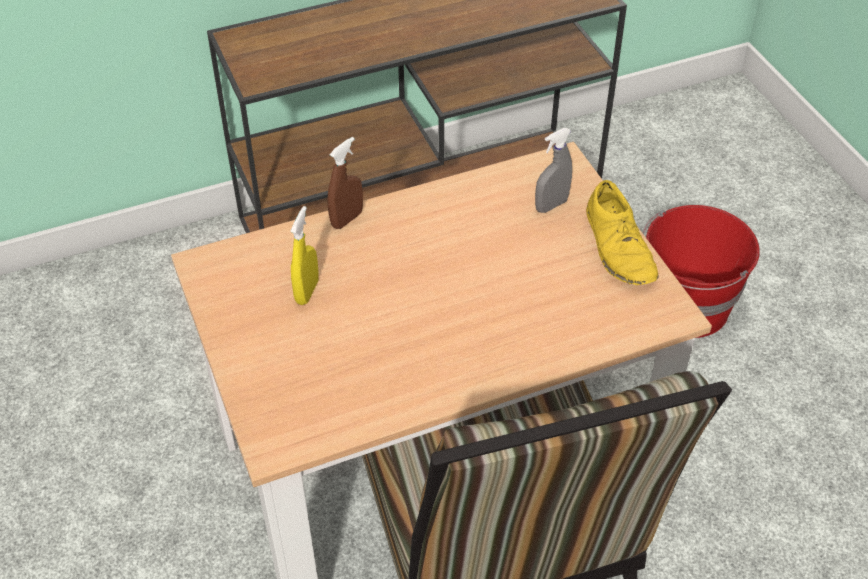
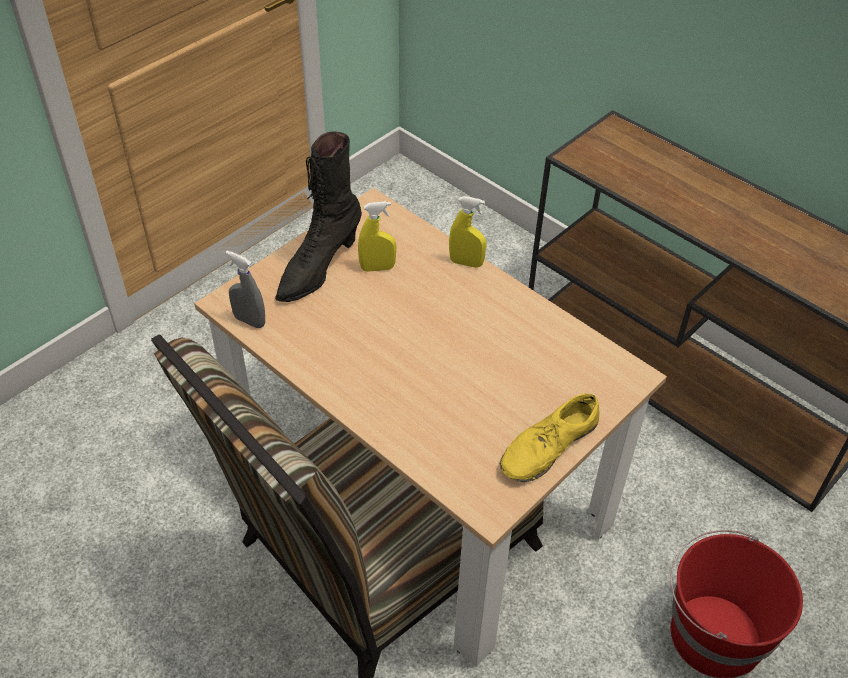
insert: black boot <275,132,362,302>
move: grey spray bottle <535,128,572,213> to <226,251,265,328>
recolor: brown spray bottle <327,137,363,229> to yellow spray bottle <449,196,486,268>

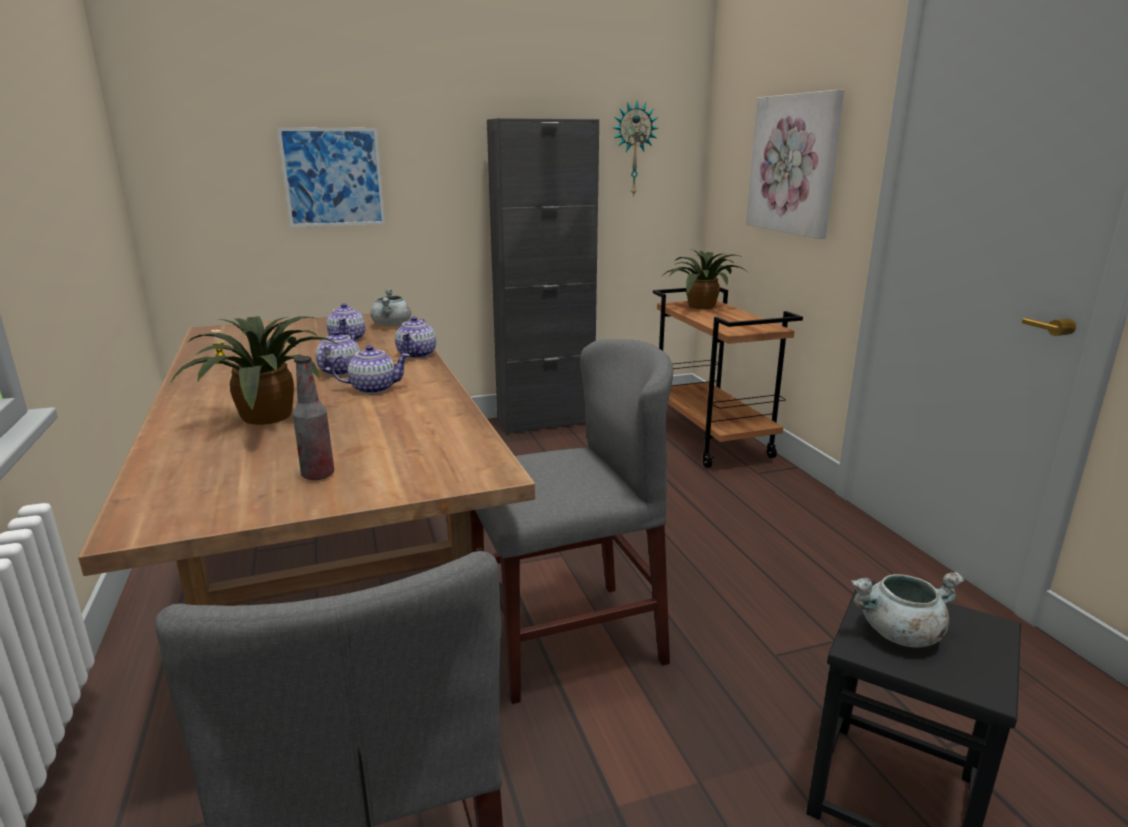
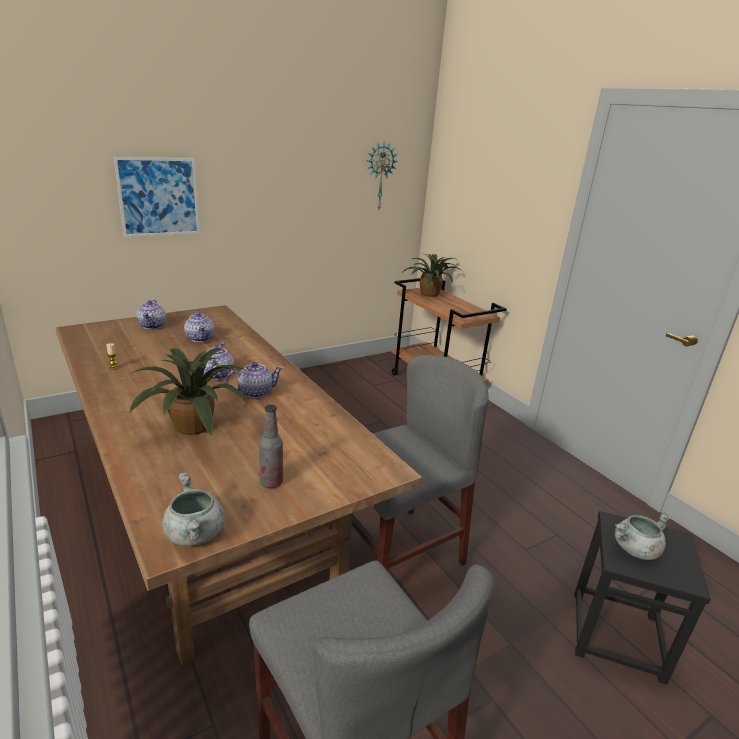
delete: black cabinet <487,118,599,434>; picture <746,90,845,239>
move: grey cooking pot <370,288,411,326> to <162,472,225,546>; teapot <395,316,436,359> to <136,300,166,329>

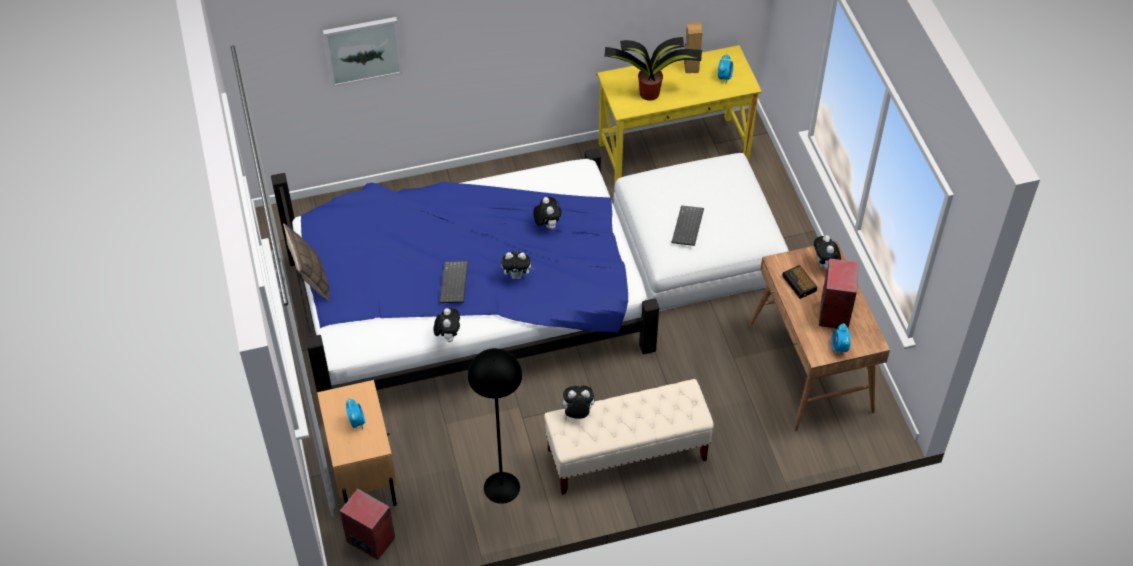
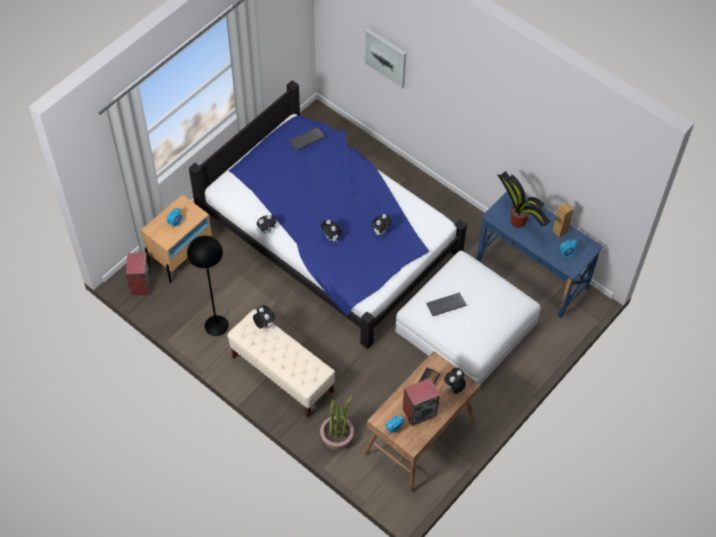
delete: pillow <283,223,330,301>
insert: potted plant <320,396,354,450>
move: keyboard <440,261,468,303> to <289,127,326,151>
recolor: yellow desk <597,45,762,184> to blue desk <477,191,604,318>

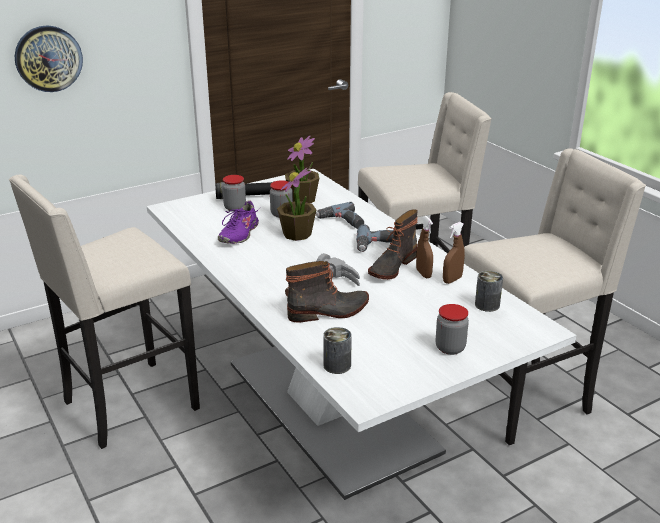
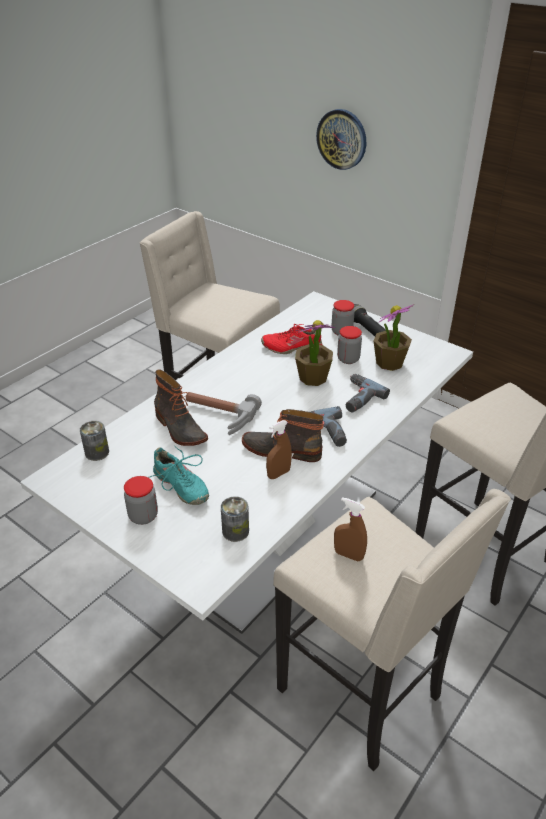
insert: turquoise shoe <148,445,209,505>
move: brown spray bottle <443,222,465,284> to <334,497,367,562>
recolor: purple shoe <218,200,260,244> to red shoe <261,324,323,354>

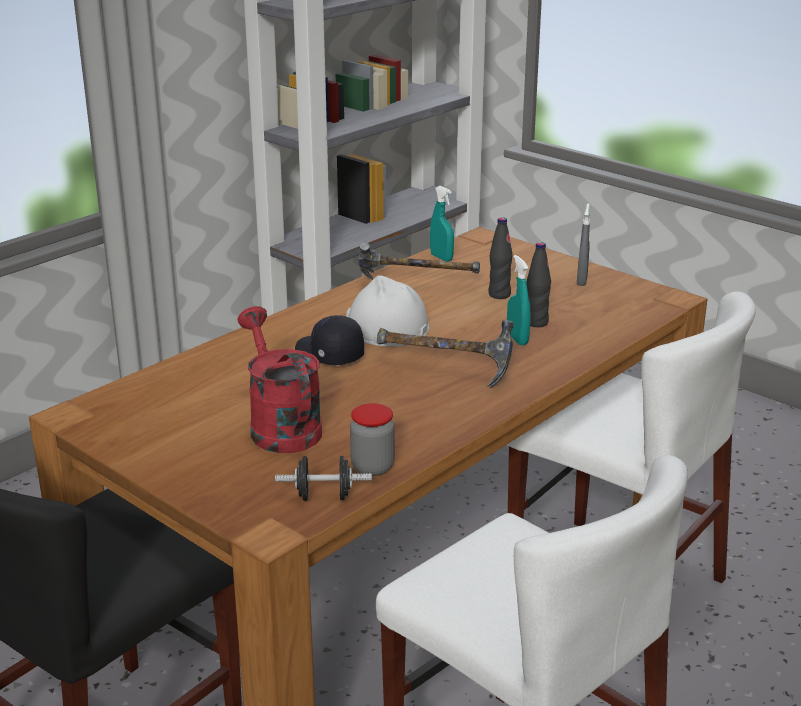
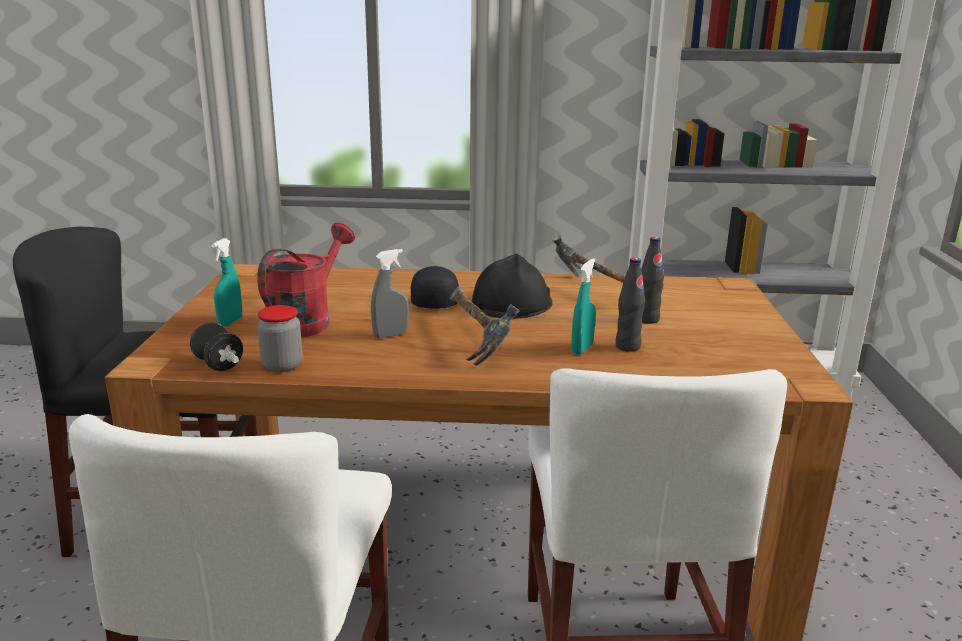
move: turquoise spray bottle <430,186,454,262> to <212,238,242,327>; grey spray bottle <577,203,590,286> to <371,249,409,339>
recolor: white hard hat <346,275,429,347> to black hard hat <472,254,553,319>

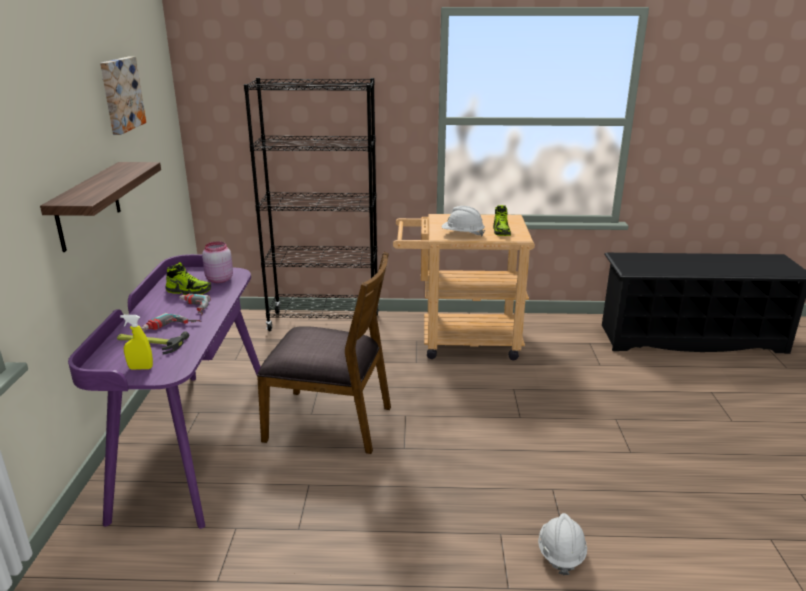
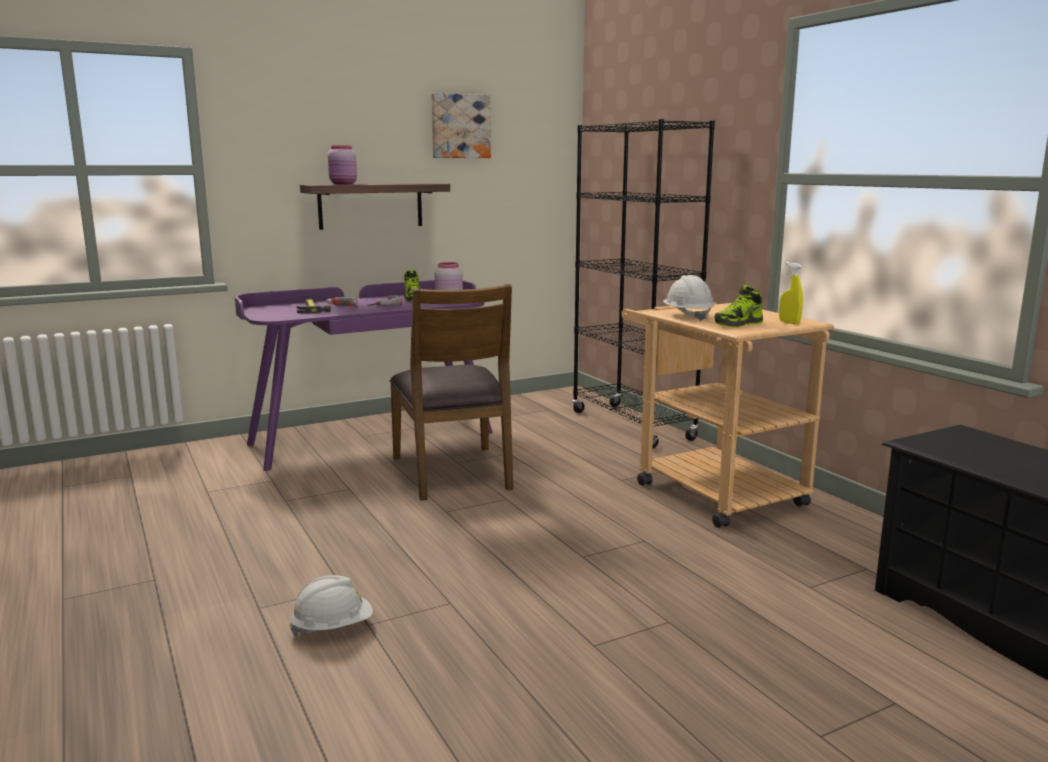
insert: pink jar <328,145,357,184>
move: yellow spray bottle <120,315,153,370> to <779,262,803,324>

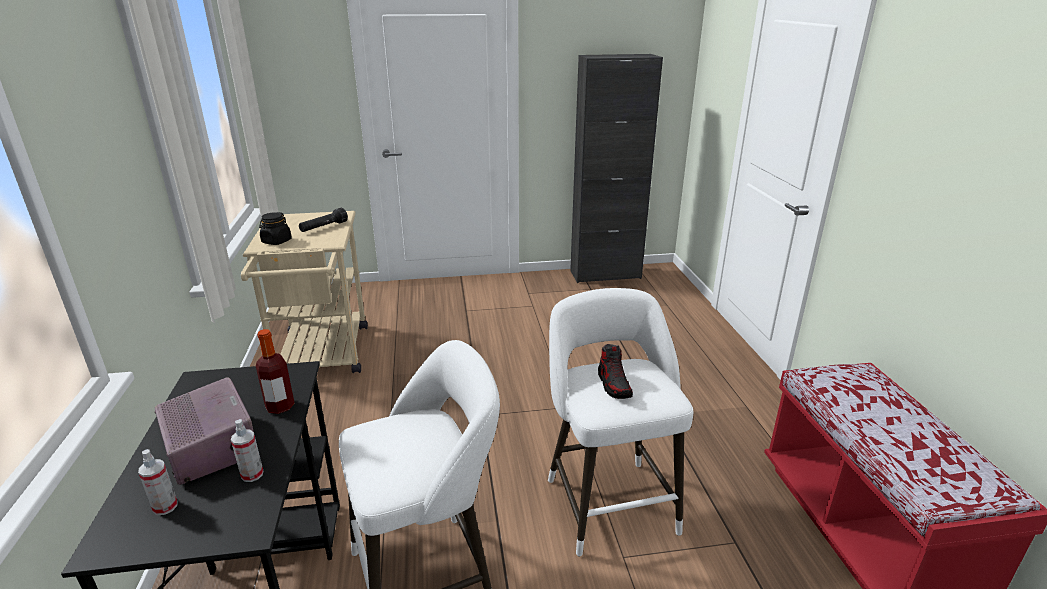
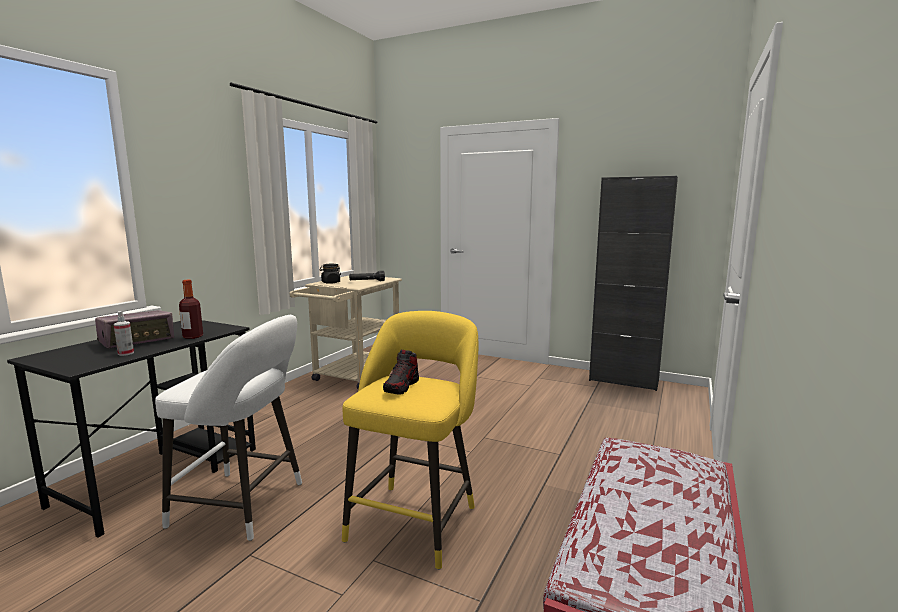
delete: spray bottle <138,449,178,515>
recolor: white stool <548,288,693,557> to yellow stool <342,311,478,570>
rotate: radio <155,378,254,485> = <95,310,174,349> 45 degrees clockwise

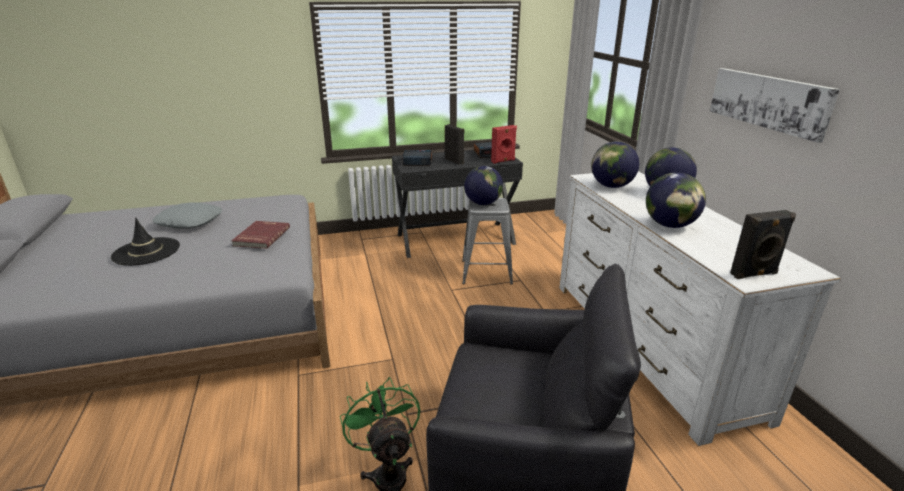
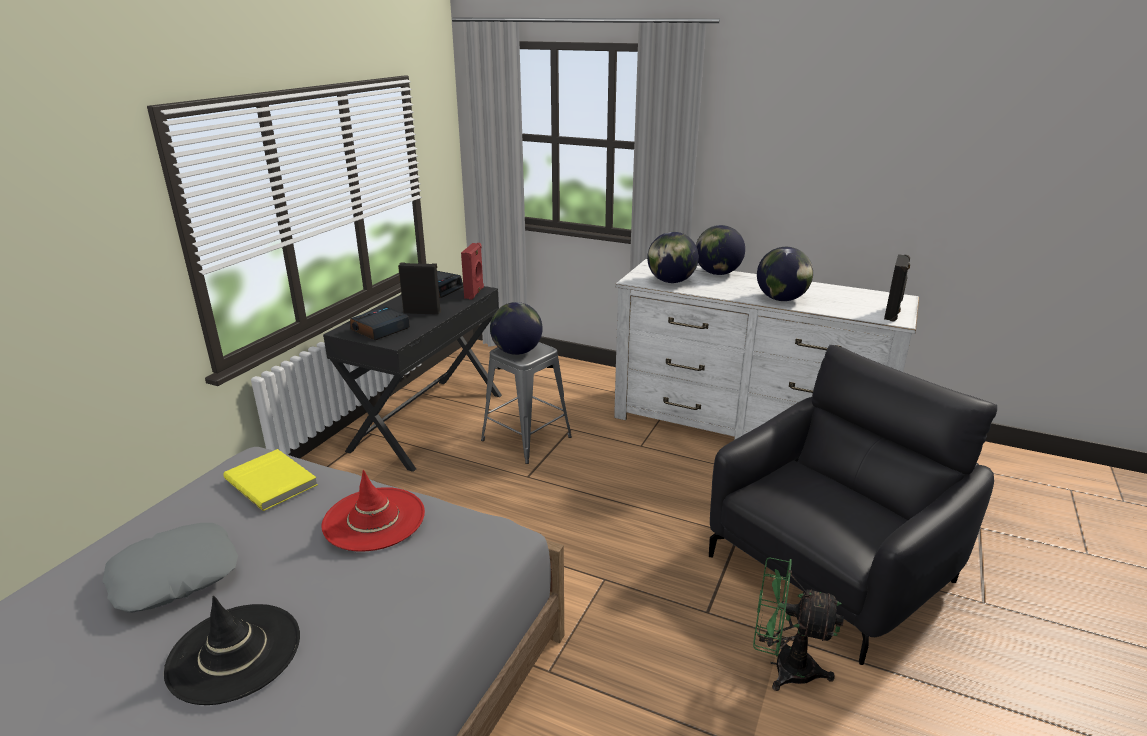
delete: picture <710,68,840,143>
insert: yellow book <223,449,318,511>
replace: red book <231,221,290,249> to red hat <322,470,425,552>

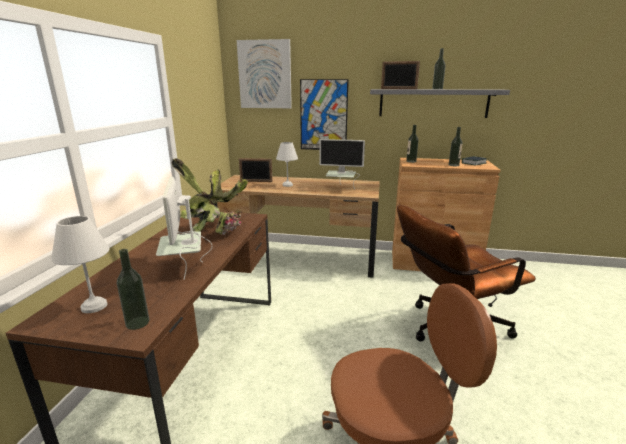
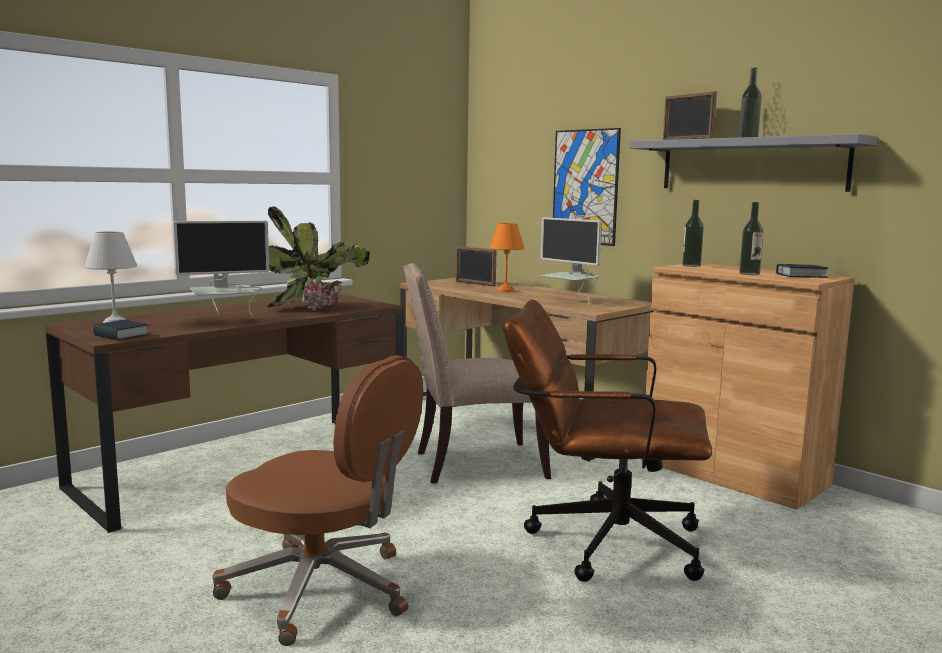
delete: picture <237,39,292,108>
insert: beige chair <403,263,551,484>
replace: bottle <117,249,150,330> to book <93,320,149,341>
recolor: white table lamp <276,142,298,187> to orange table lamp <490,223,524,292>
rotate: monitor <156,176,213,280> = <173,220,269,319> 135 degrees counterclockwise

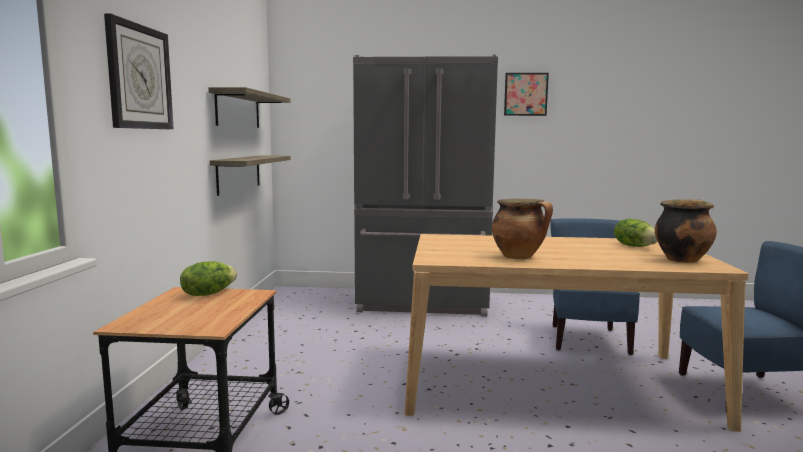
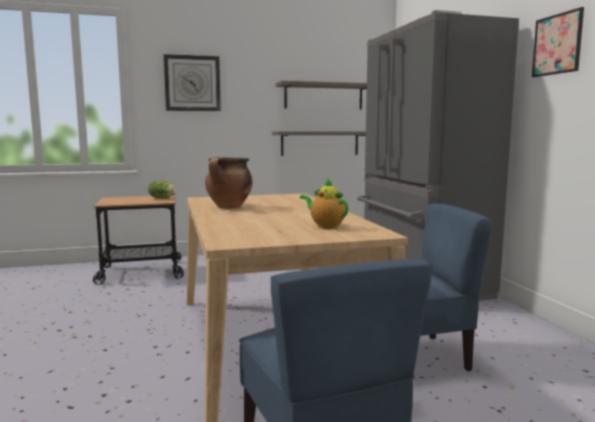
delete: cooking pot <655,199,716,263>
replace: lettuce <614,219,658,247> to teapot <300,179,348,229>

